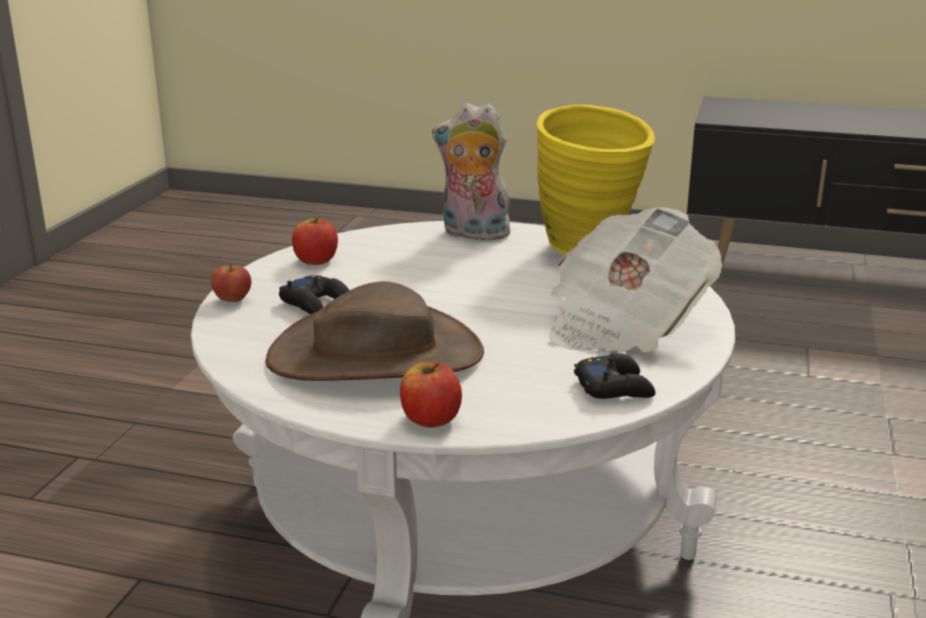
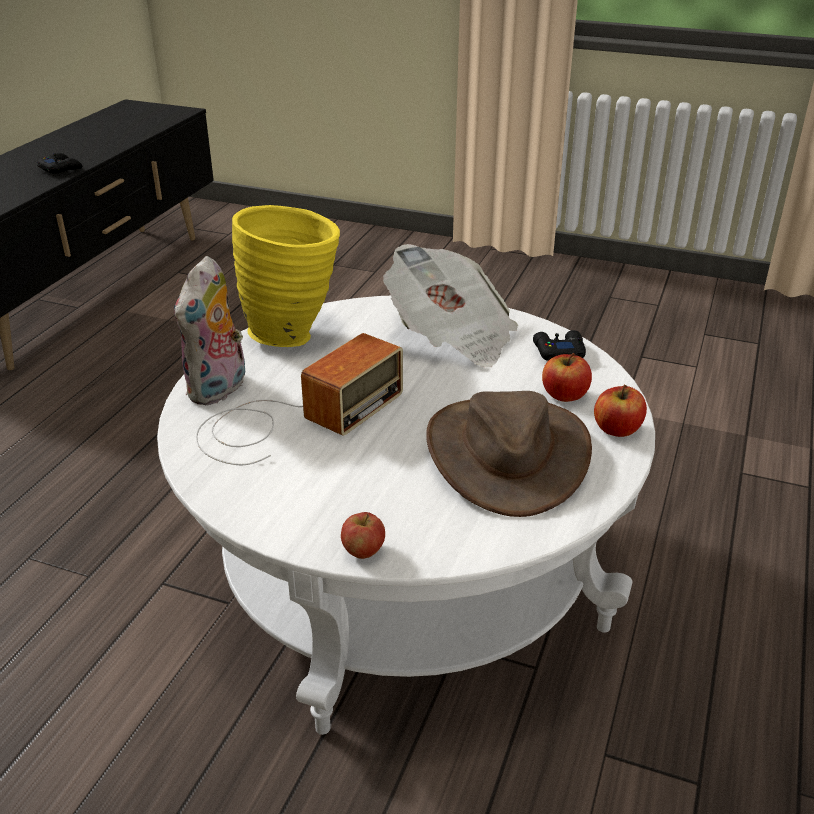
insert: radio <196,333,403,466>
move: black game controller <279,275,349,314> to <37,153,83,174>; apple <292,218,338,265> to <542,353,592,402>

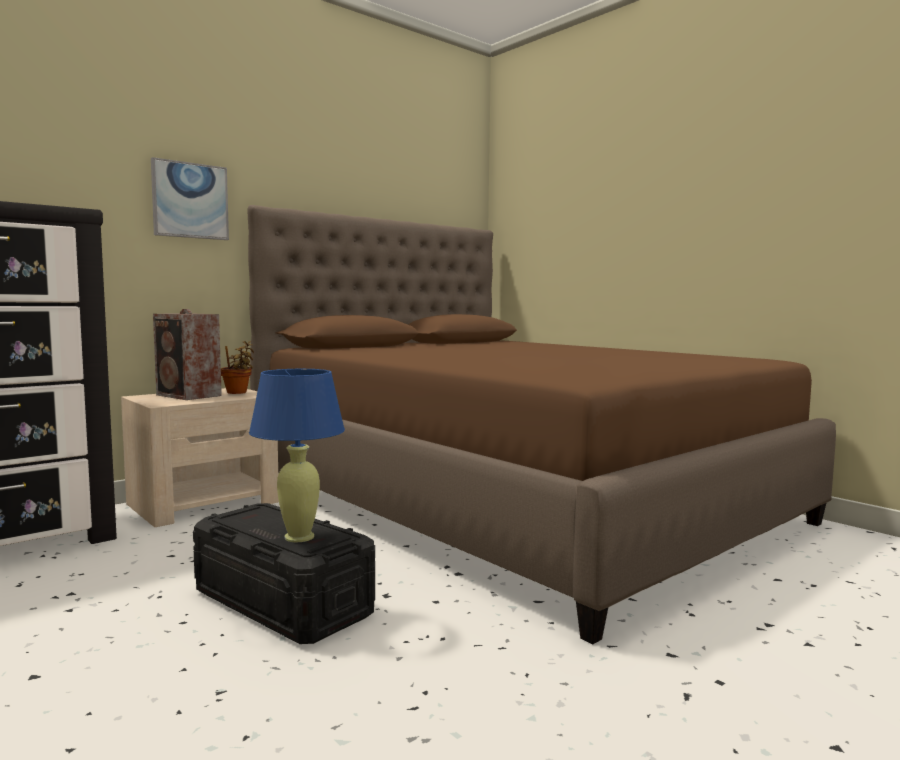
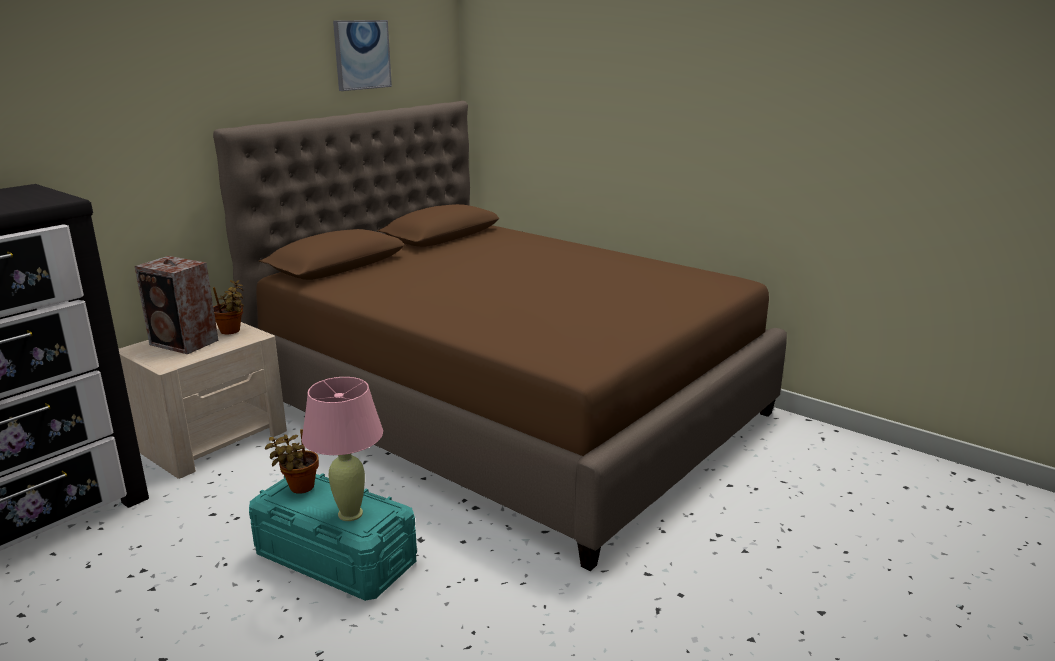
insert: potted plant <265,429,319,494>
move: picture <151,157,229,240> to <333,20,392,91>
recolor: black storage box <193,503,375,644> to turquoise storage box <249,473,417,601>; blue table lamp <249,369,345,542> to pink table lamp <302,377,383,521>

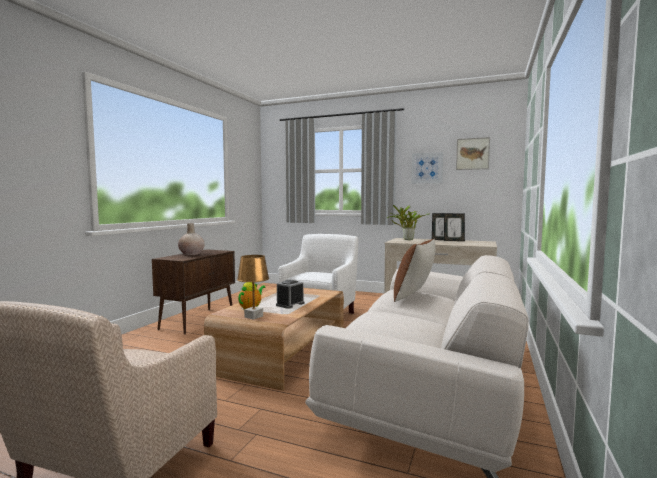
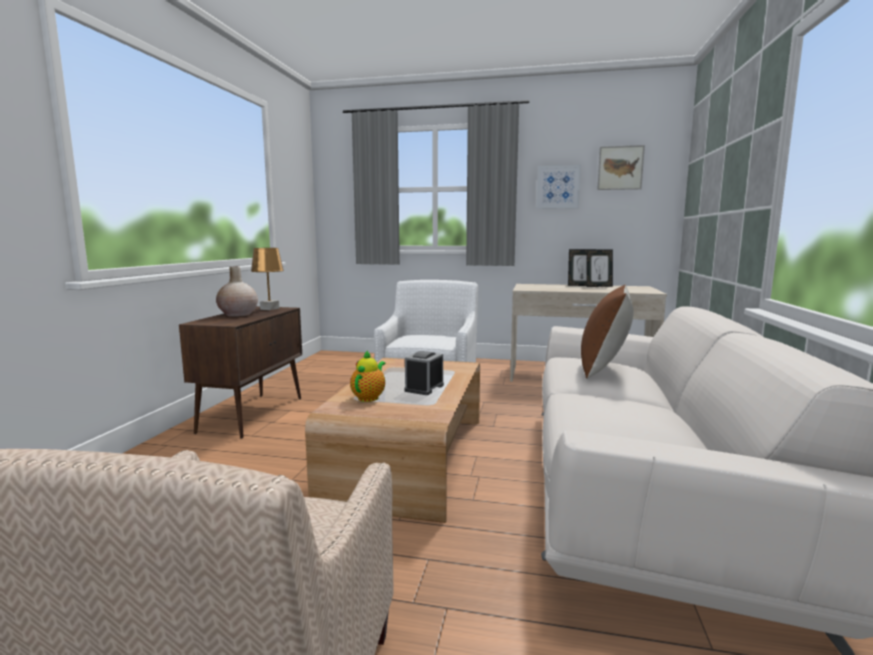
delete: potted plant <387,205,428,240>
move: brown table lamp <237,255,269,320> to <251,248,284,310>

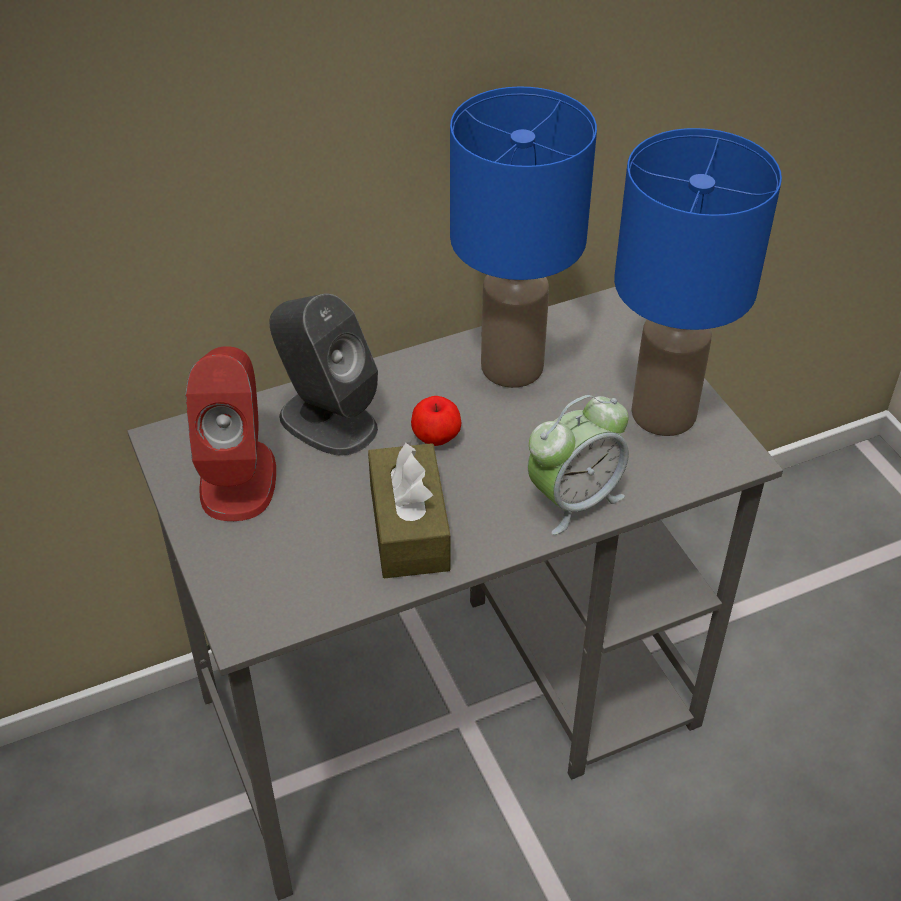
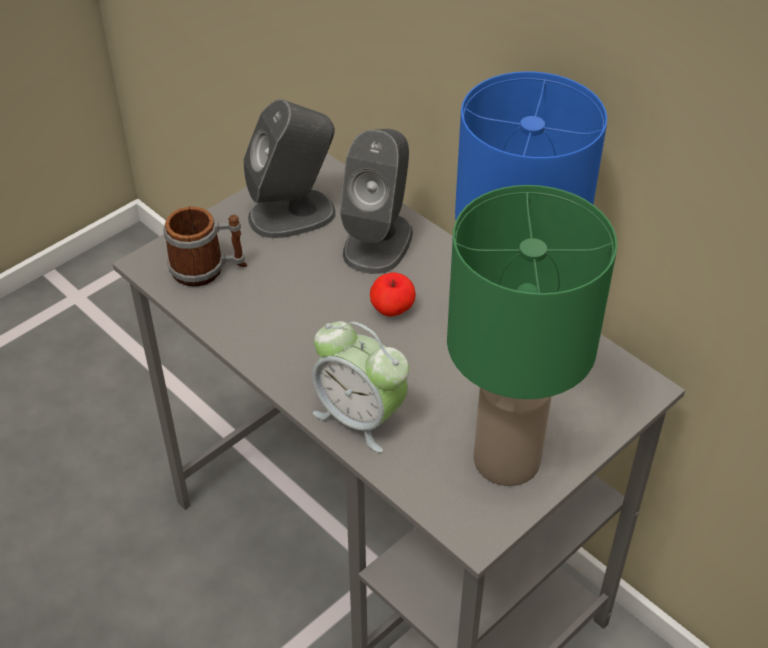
delete: brown tissue box <368,441,451,578>
insert: mug <163,207,247,287>
recolor: red speaker <185,346,276,521> to grey speaker <243,99,336,238>; blue table lamp <614,128,782,436> to green table lamp <447,185,617,486>

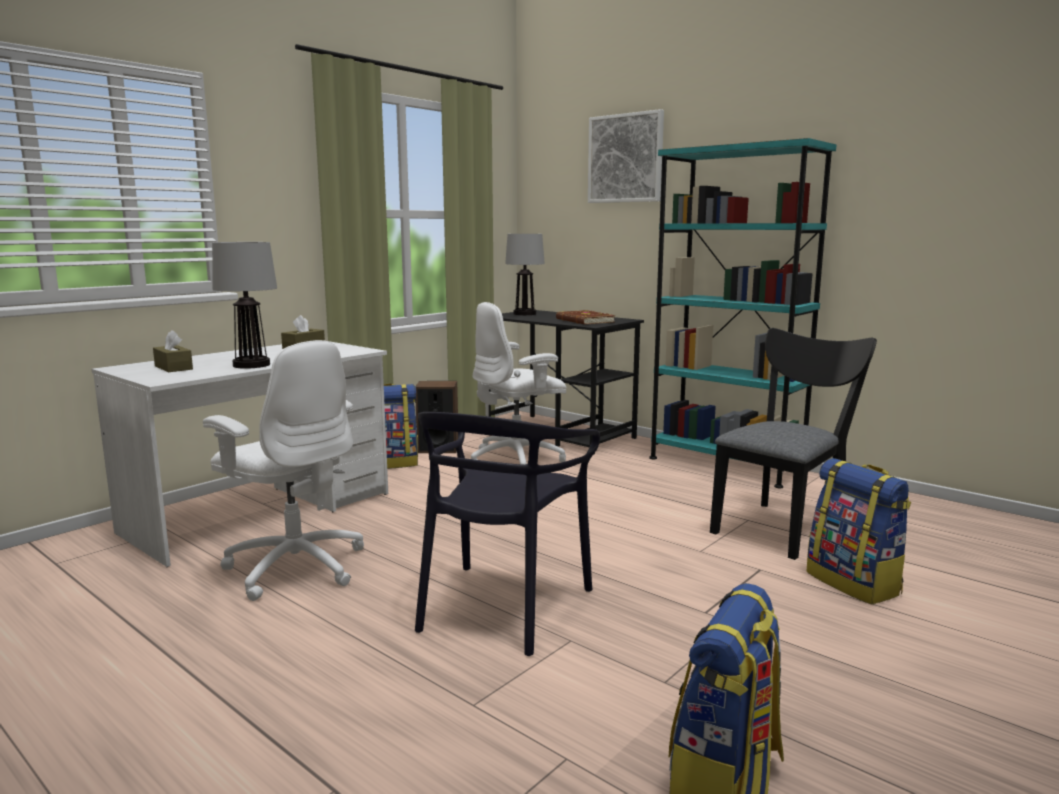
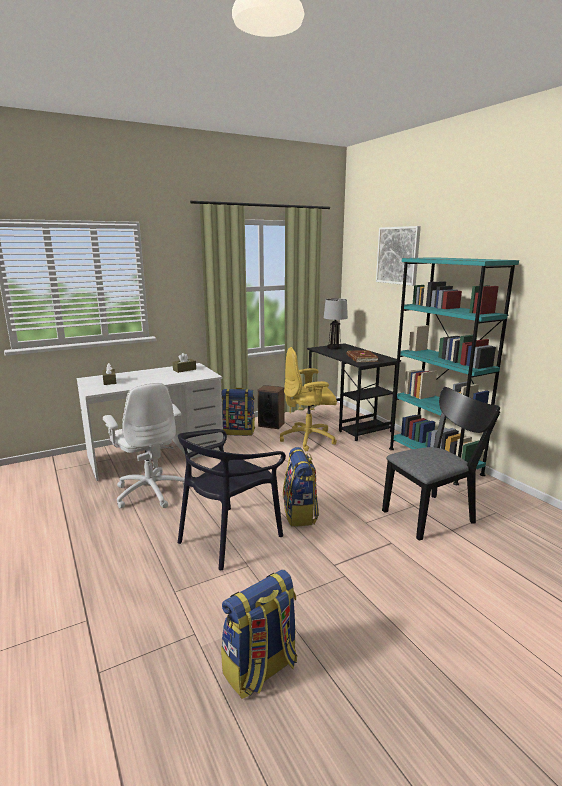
delete: table lamp <212,242,277,369>
move: backpack <806,458,911,605> to <283,447,319,527>
recolor: white office chair <471,302,566,465> to yellow office chair <280,347,337,451>

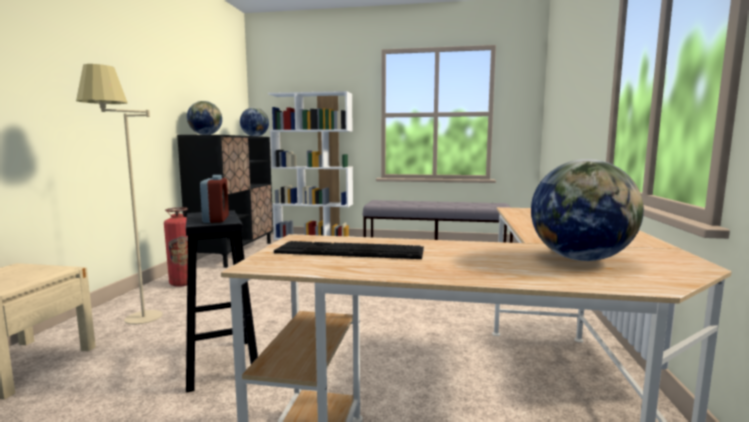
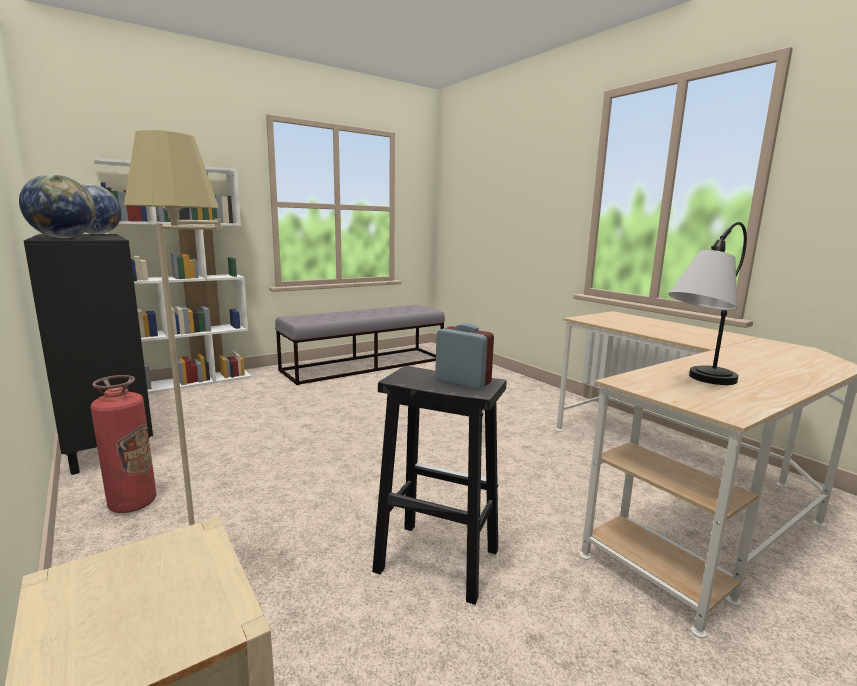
delete: globe <531,159,644,261>
replace: keyboard <274,241,424,259> to table lamp <668,222,747,385>

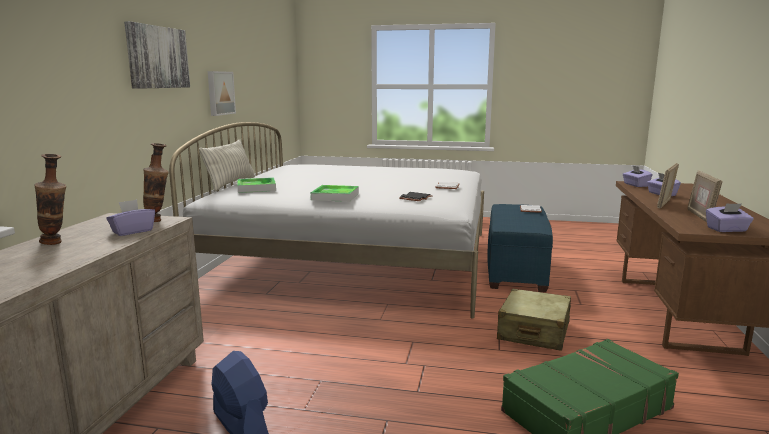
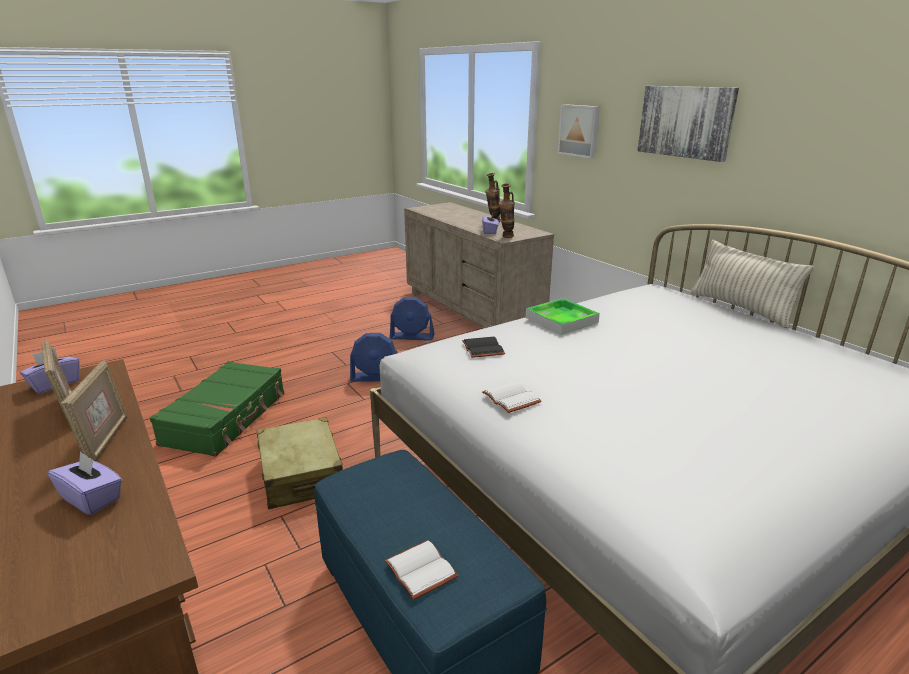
delete: tray <237,177,276,193>; purple tissue box <623,165,652,187>
insert: blue fan <350,333,398,382>
move: picture <208,71,236,116> to <558,104,600,158>

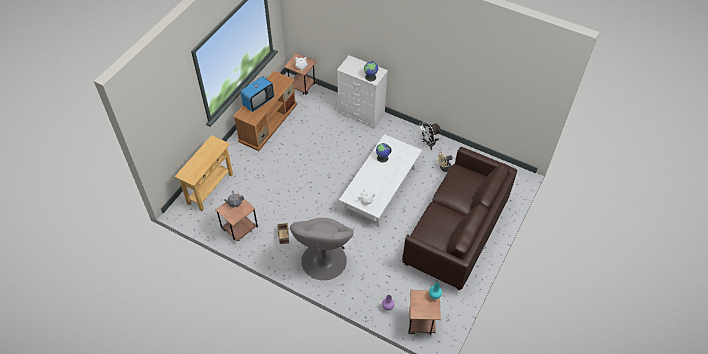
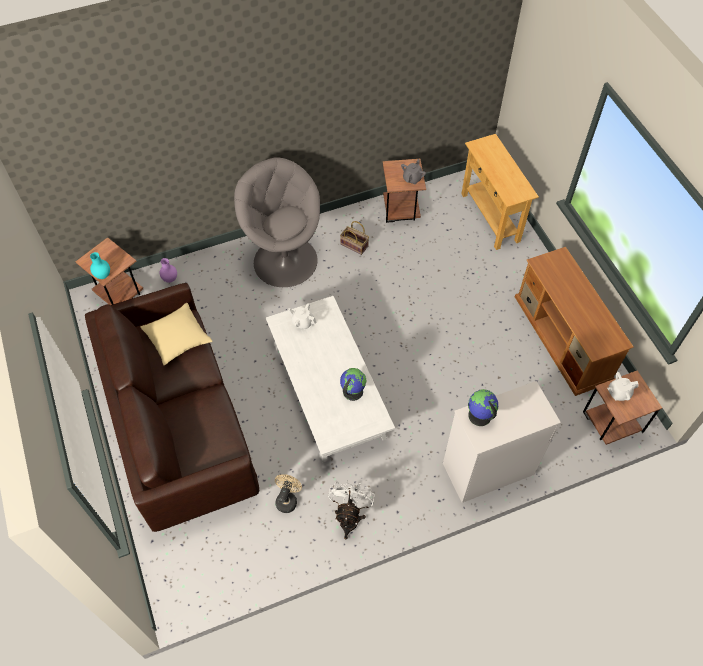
delete: television <241,72,274,112>
insert: beige pillow <140,303,212,365>

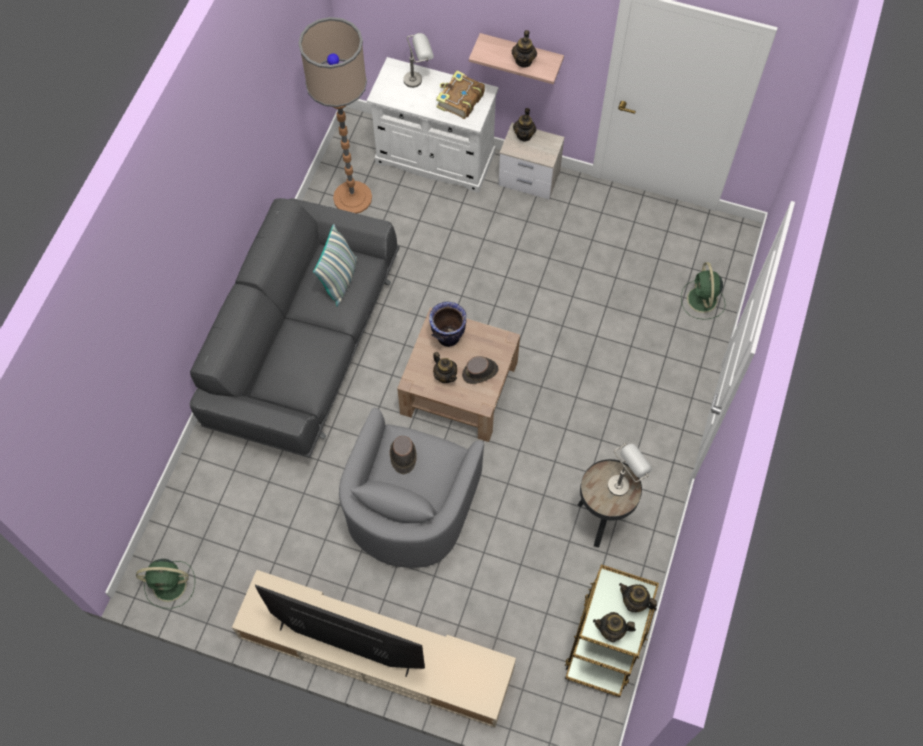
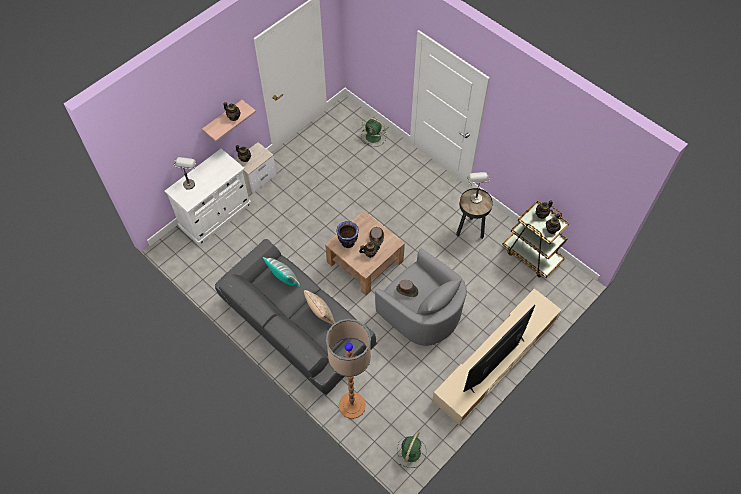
delete: book <436,71,485,119>
insert: pillow <304,290,335,325>
move: floor lamp <298,17,372,214> to <326,319,371,419>

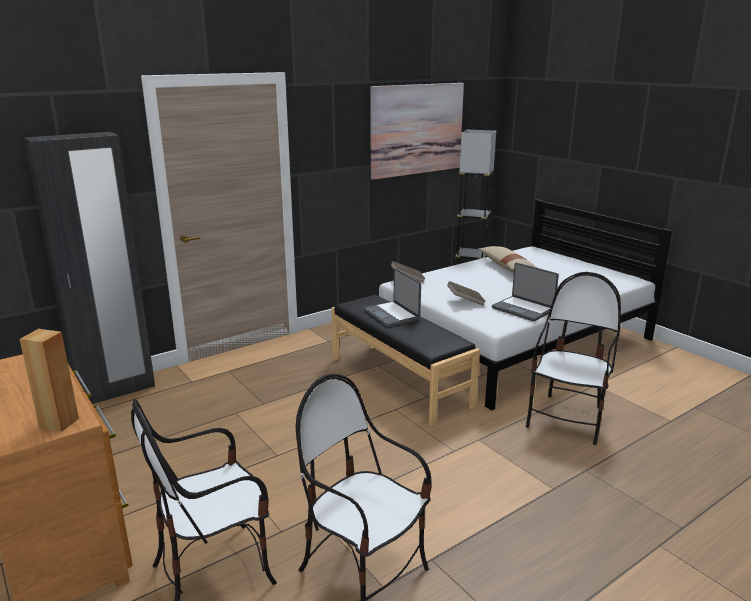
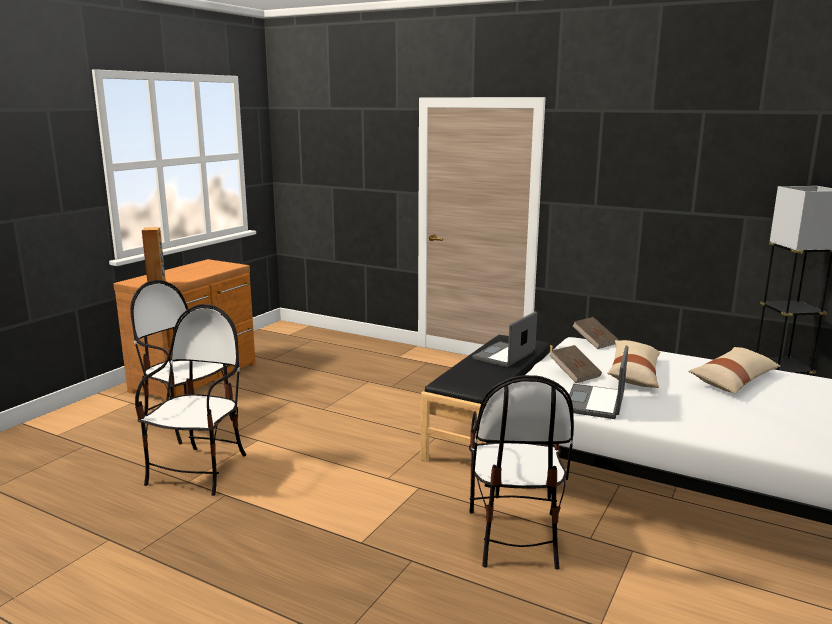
delete: black wardrobe <24,132,155,404>; picture <370,83,464,180>
insert: beige pillow <607,340,661,388>
rotate: chair <526,272,621,445> = <469,375,574,569> 90 degrees clockwise

